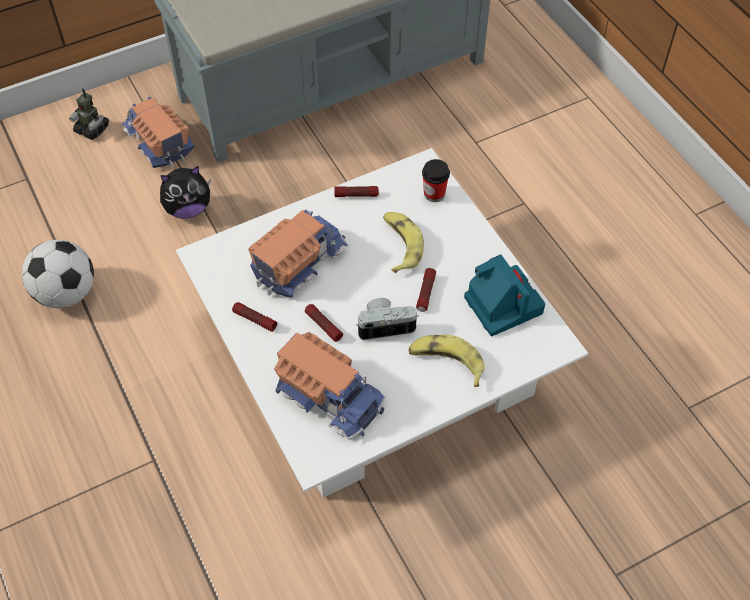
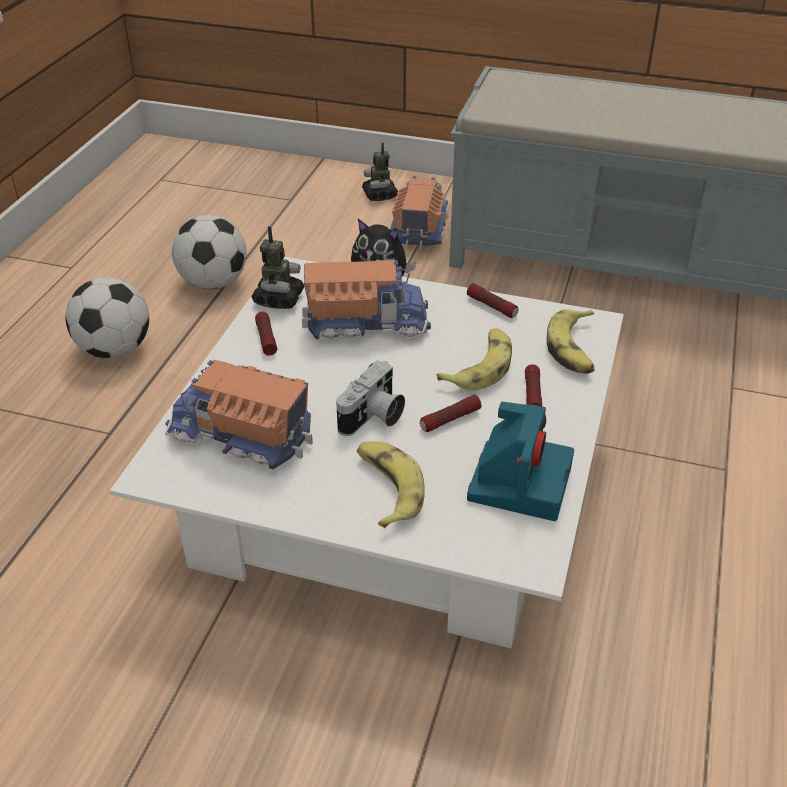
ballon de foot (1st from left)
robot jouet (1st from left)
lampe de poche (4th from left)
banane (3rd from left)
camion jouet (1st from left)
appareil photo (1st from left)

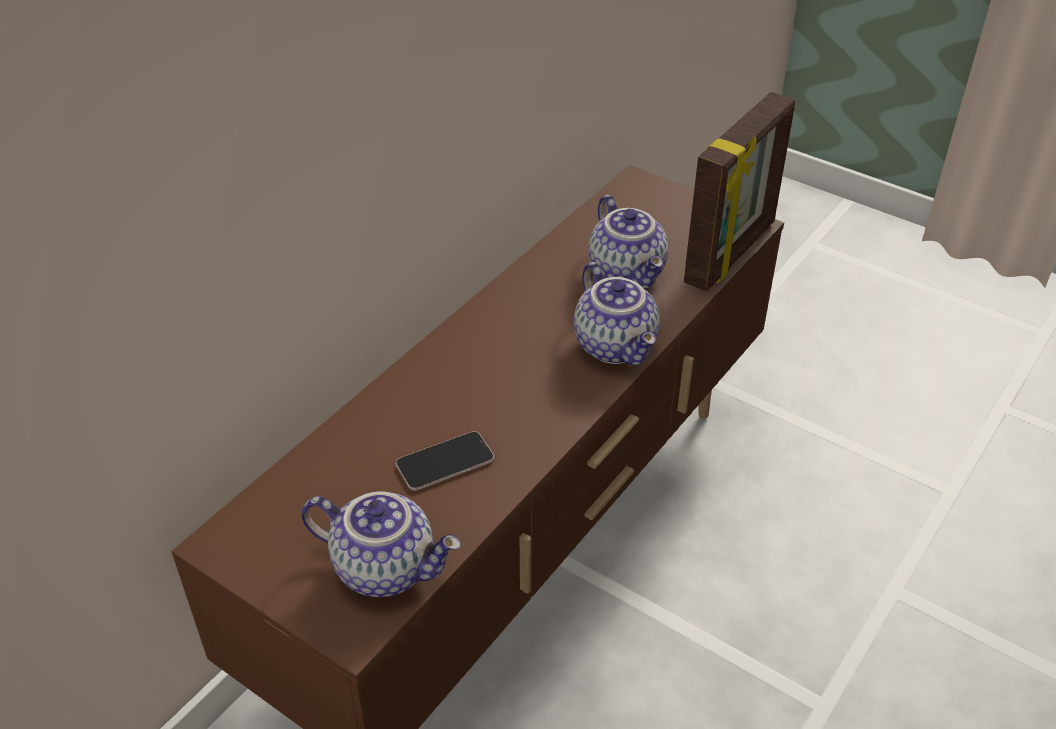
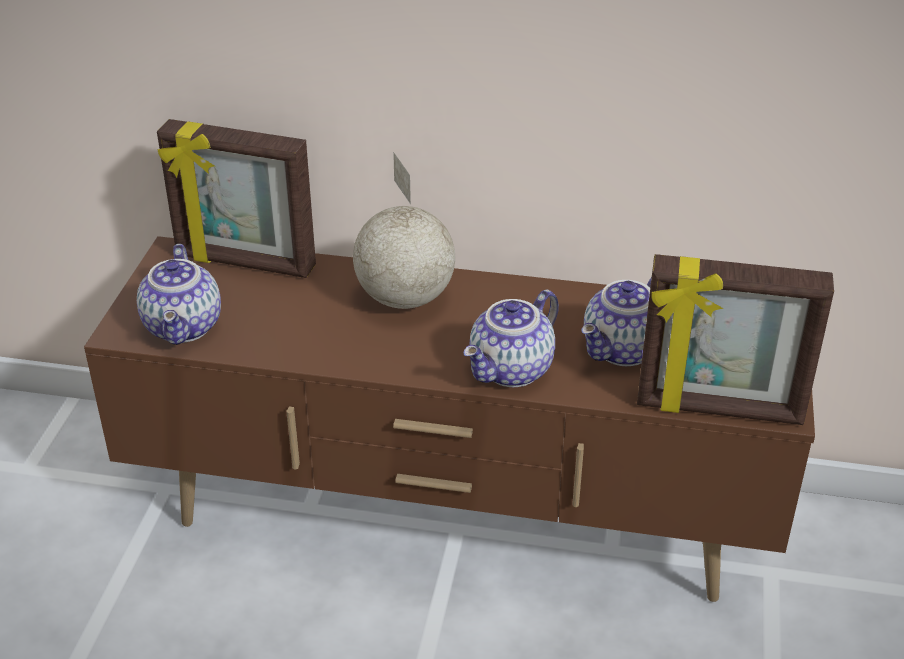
téléphone
cadre photo (1st from left)
globe

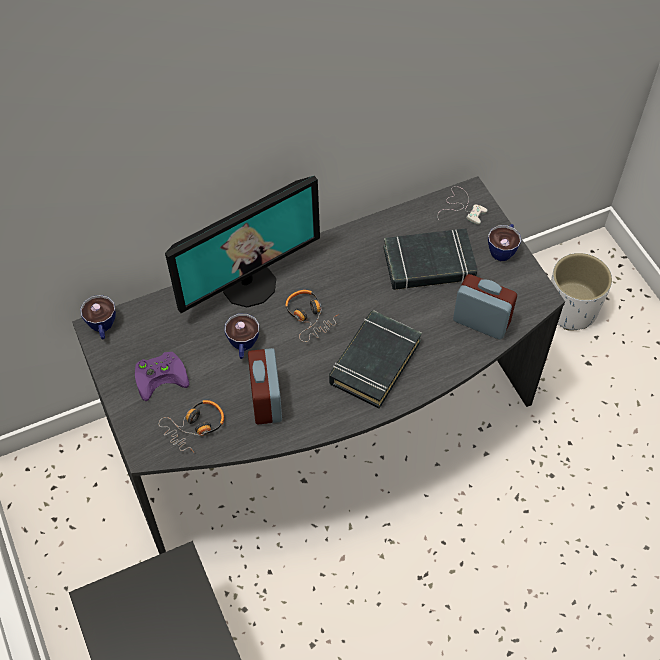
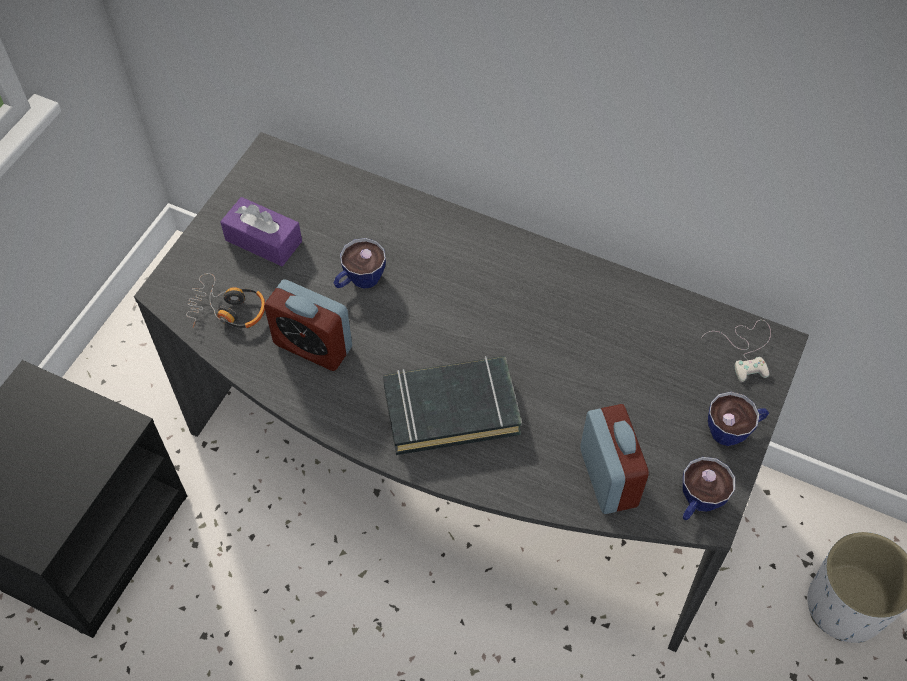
écran d'ordinateur
casque audio (2nd from left in the first image)
livre [noir] (2nd from left in the first image)
tasse (2nd from left)
boîte à mouchoirs [violet]
réveil (1st from left)

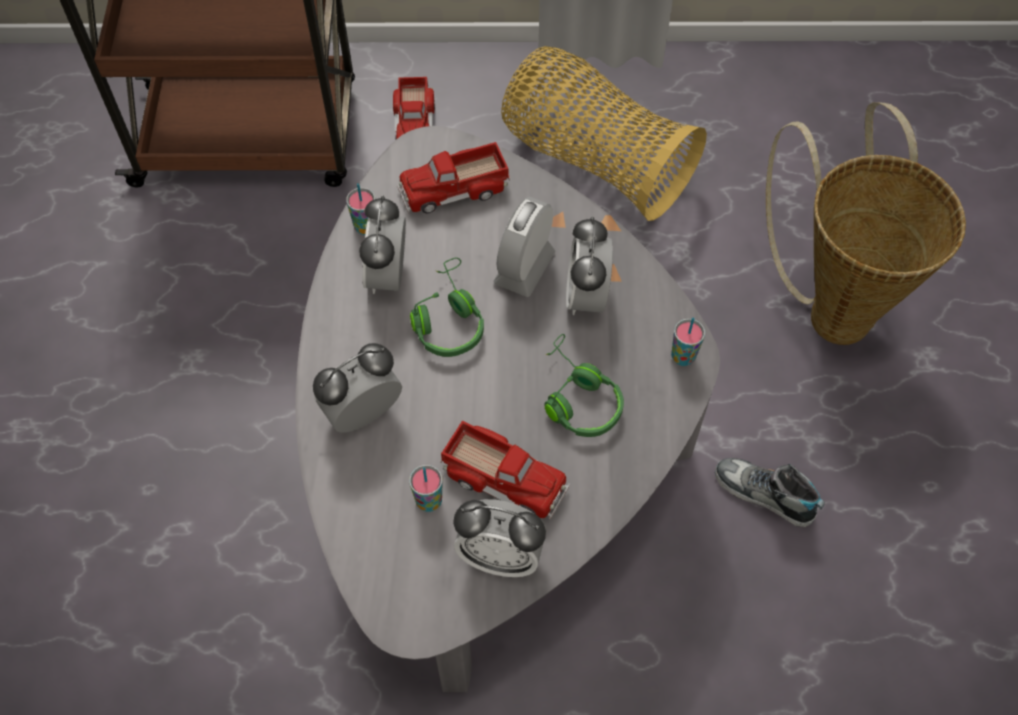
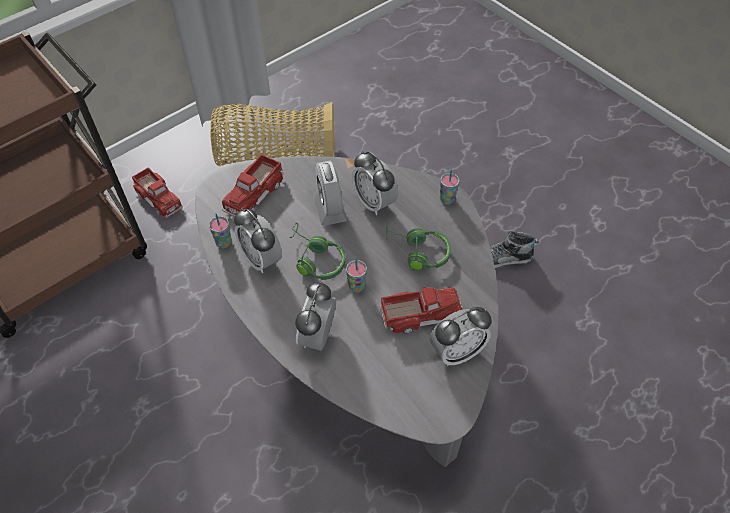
panier (2nd from left in the first image)
tasse (2nd from left)

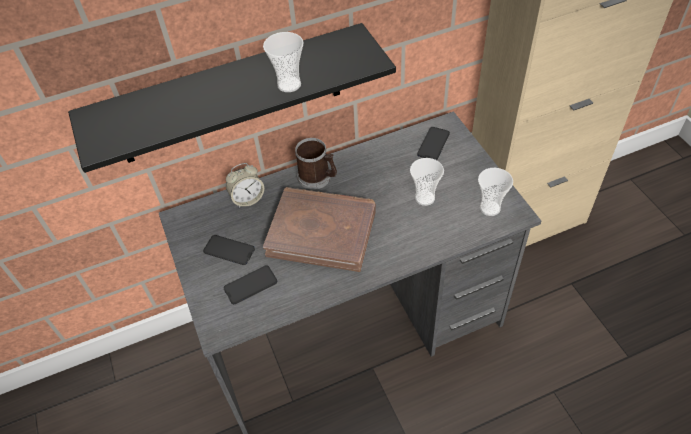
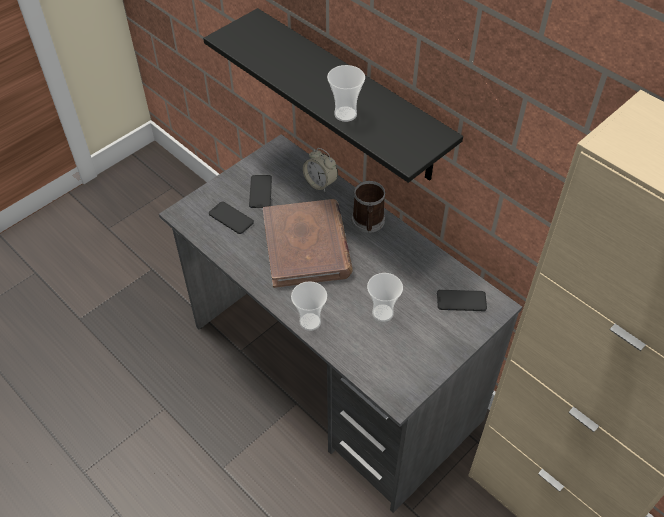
tasse (1st from left)

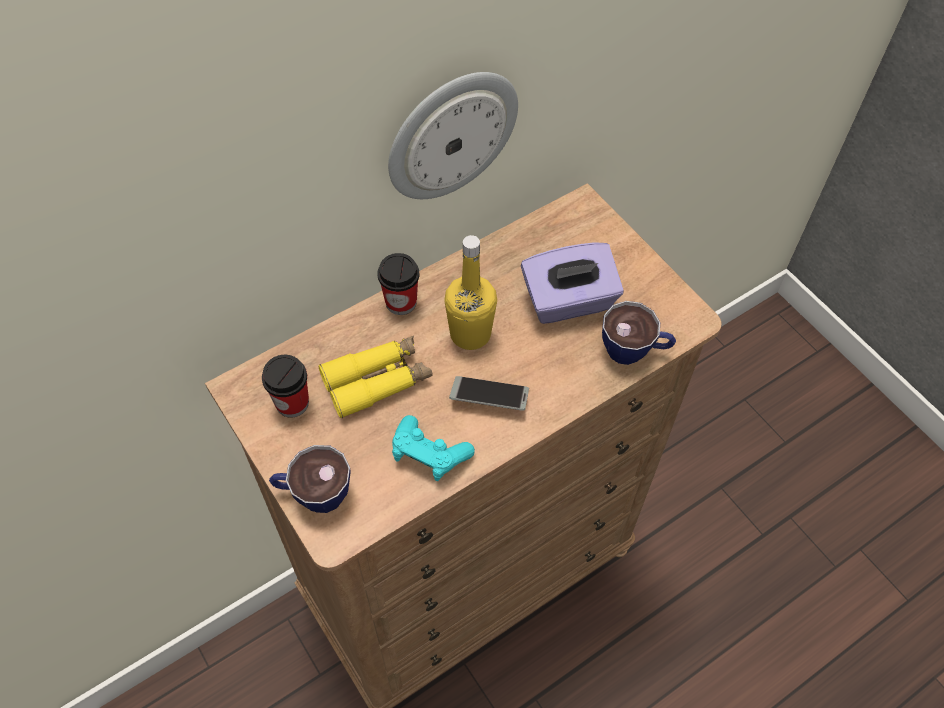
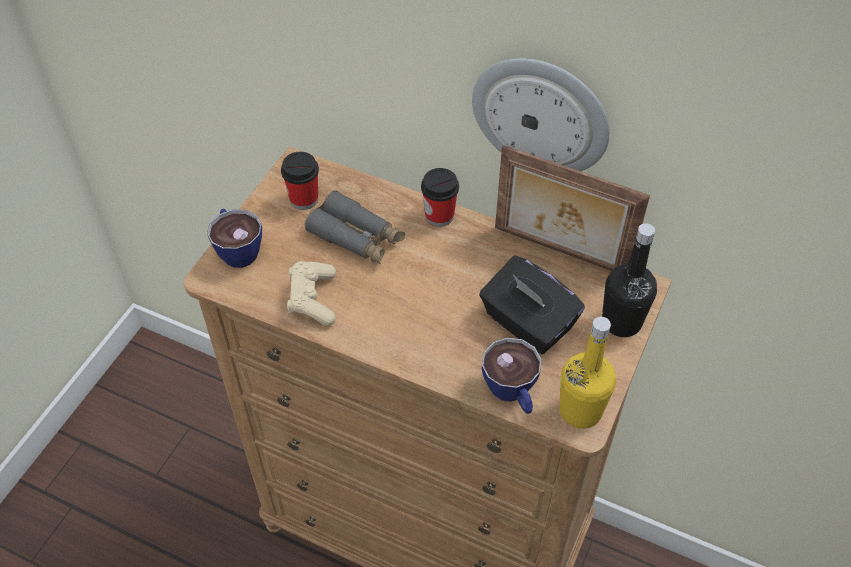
téléphone
cadre photo
bouteille [noir]
bouteille [jaune]
jumelles [gris]
manette [beige]
boîte à mouchoirs [noir]

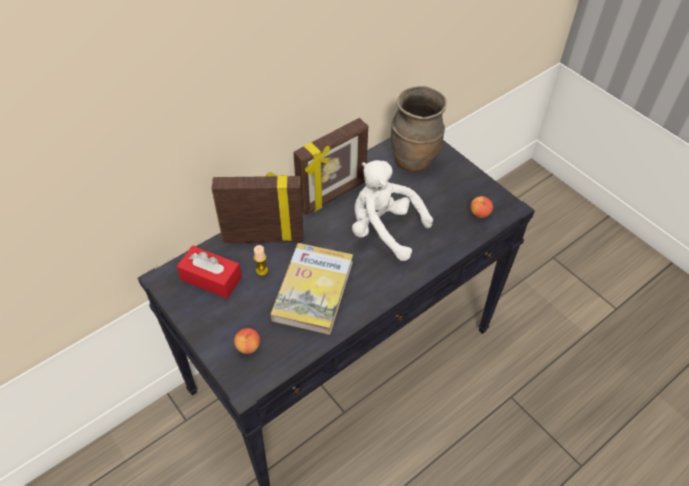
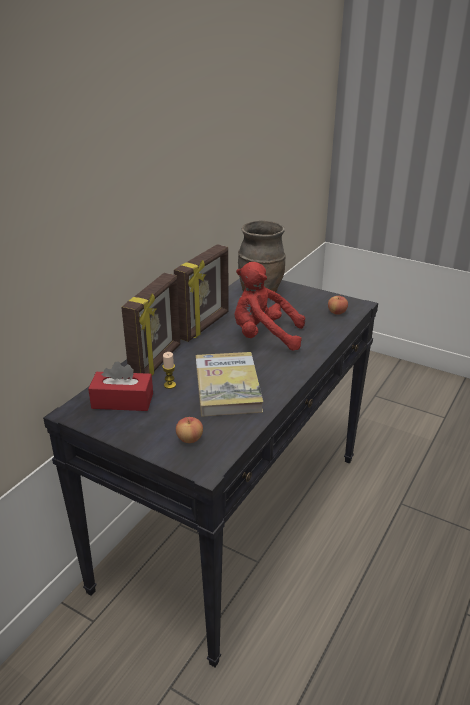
peluche [rouge]
cadre photo (1st from left)

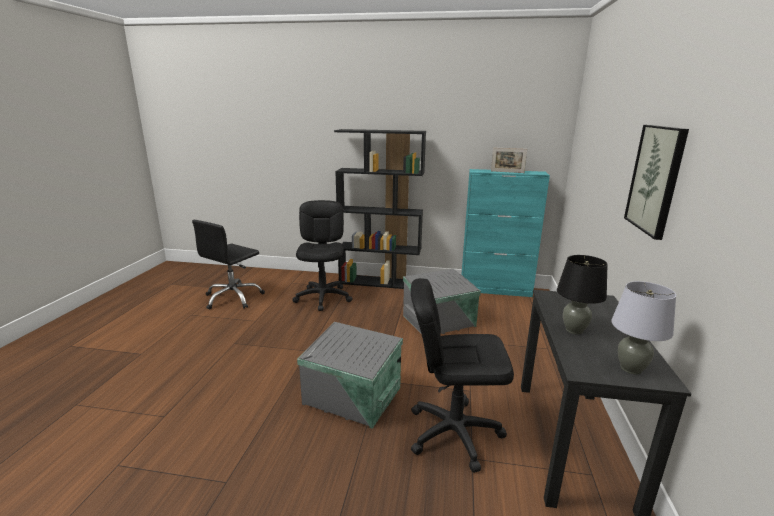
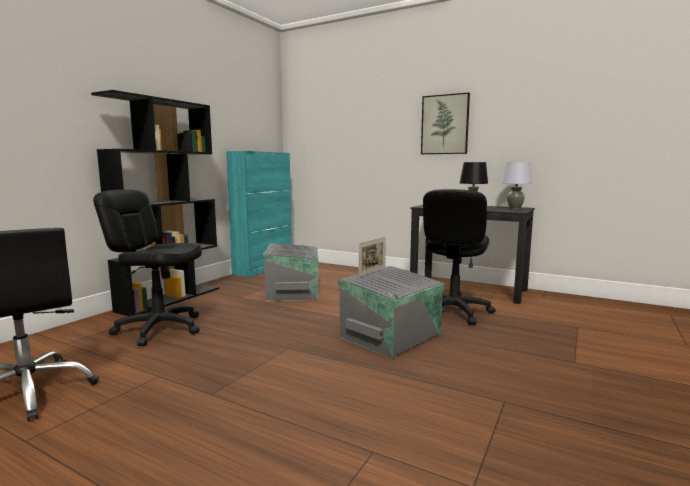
cadre photo

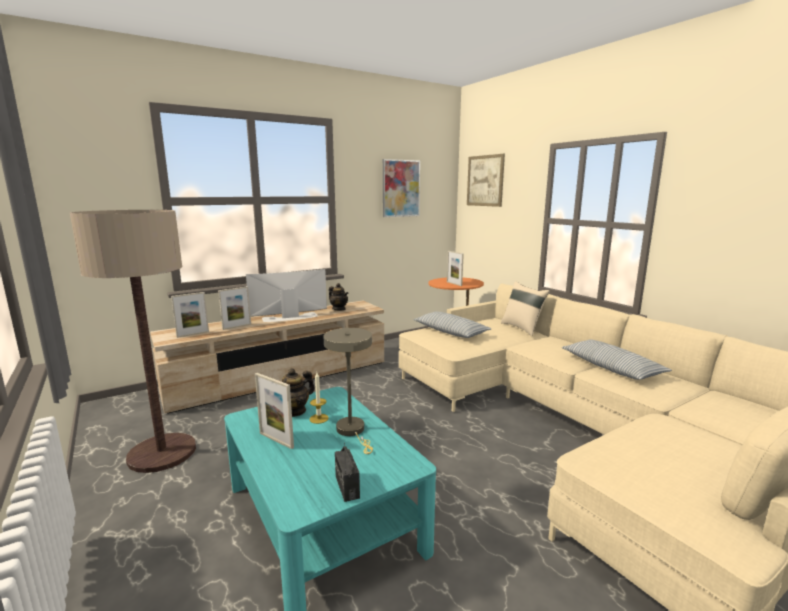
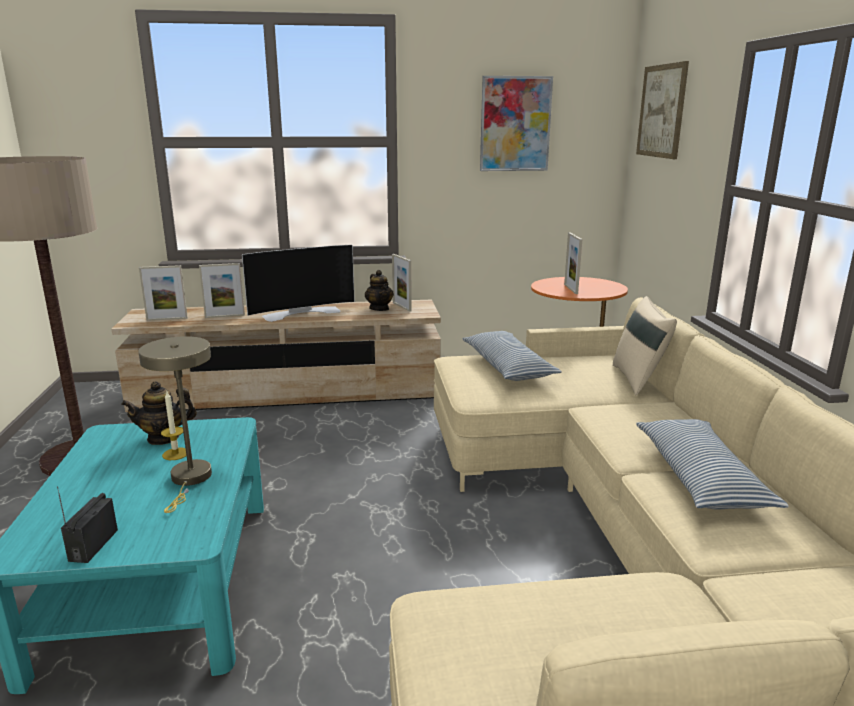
cadre photo (3rd from left)
téléviseur

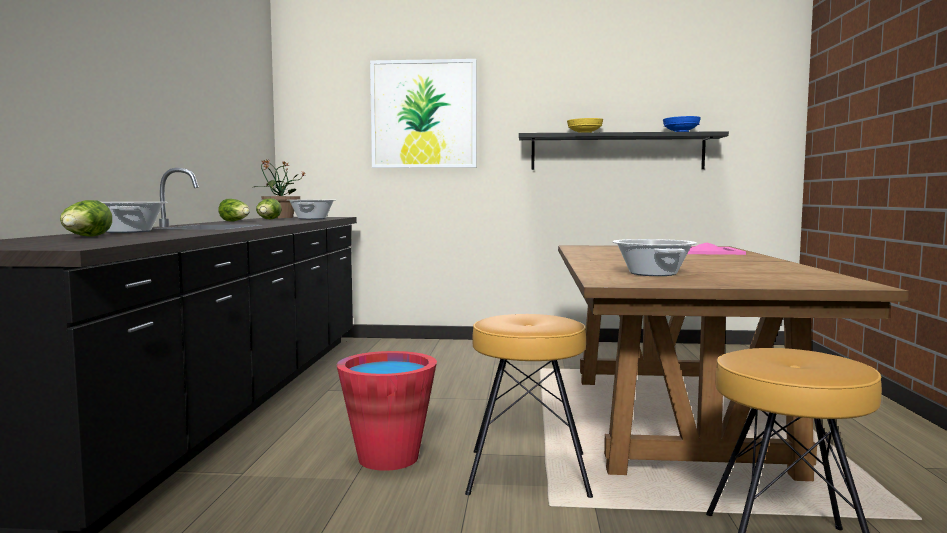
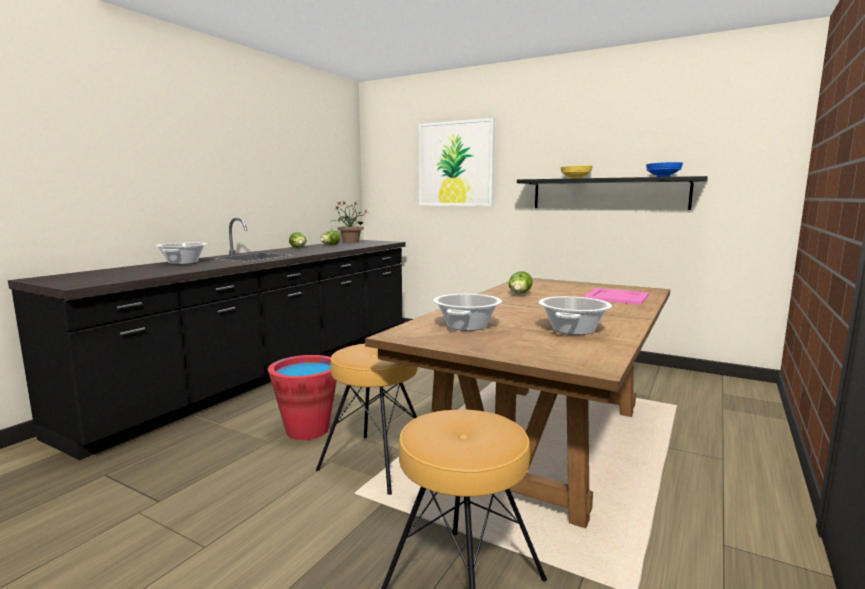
laitue (3rd from left)
marmite (3rd from left)

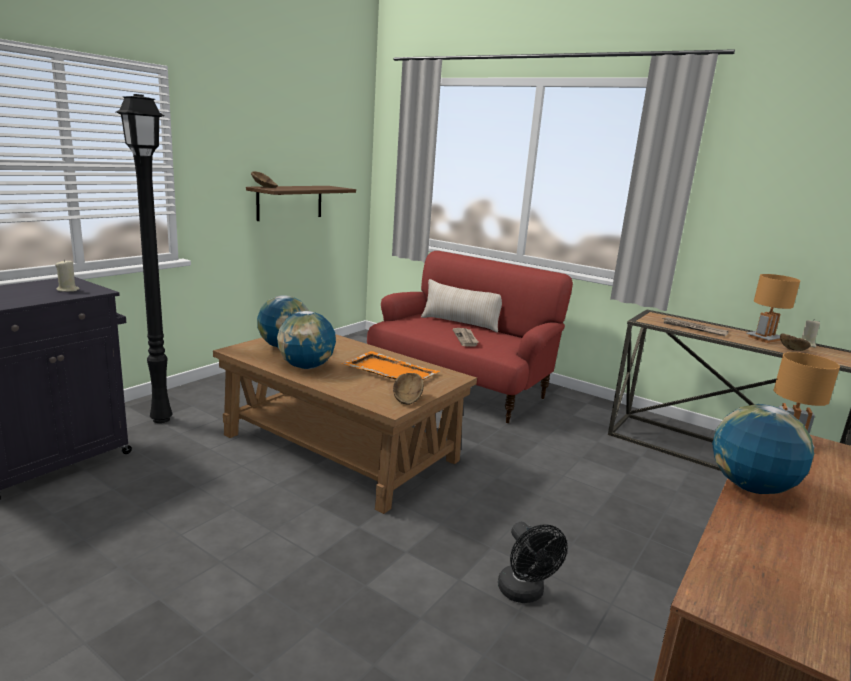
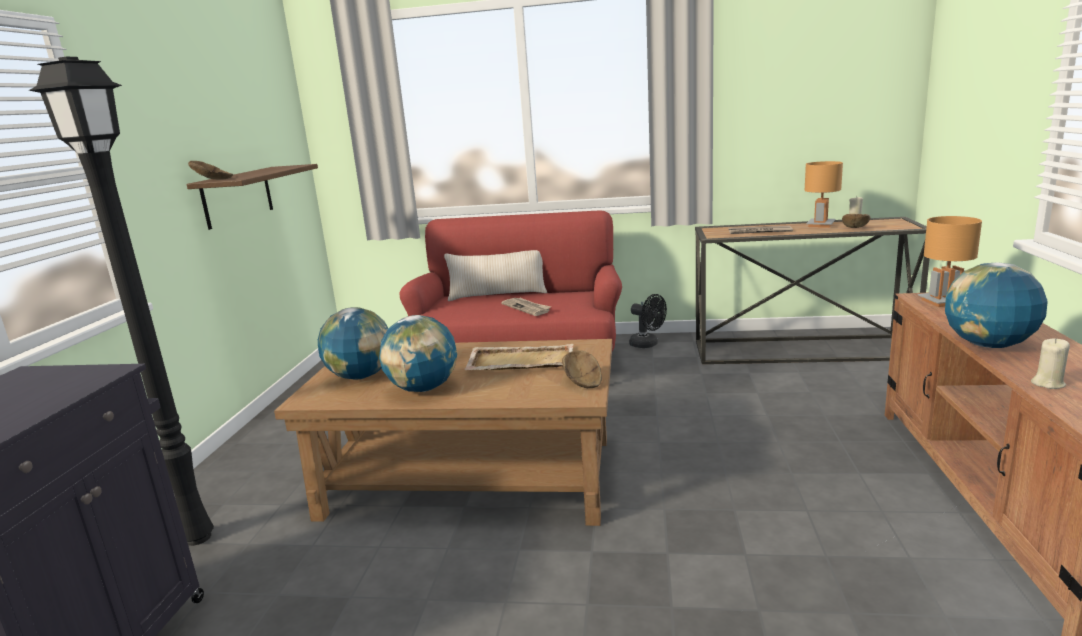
bougie [beige] (2nd from left)
ventilateur [noir]
plateau [beige]

